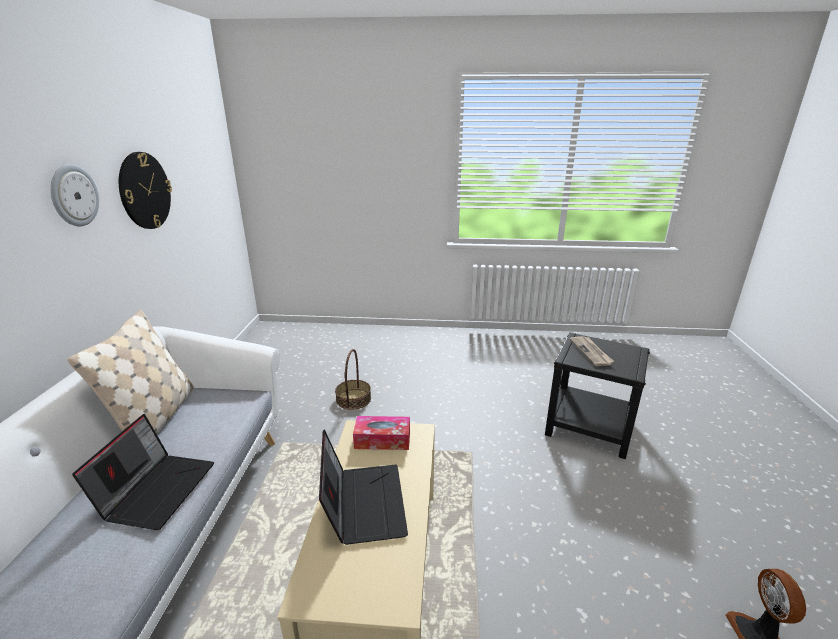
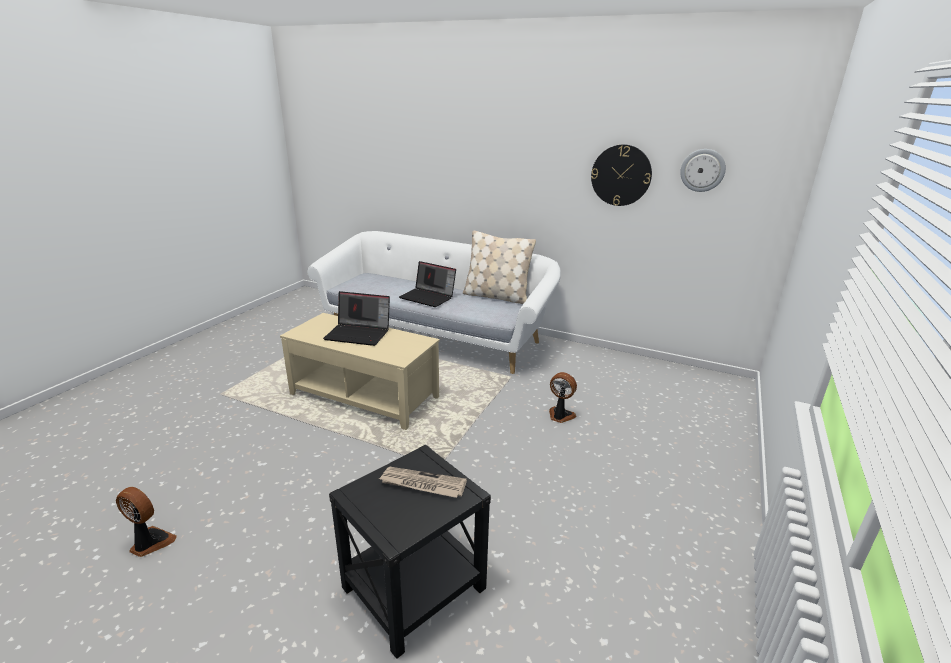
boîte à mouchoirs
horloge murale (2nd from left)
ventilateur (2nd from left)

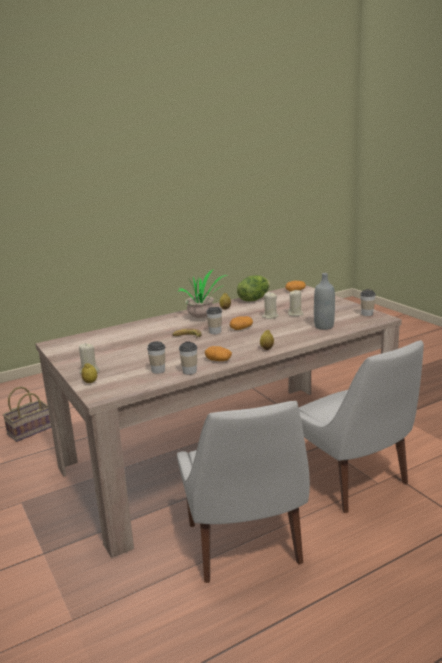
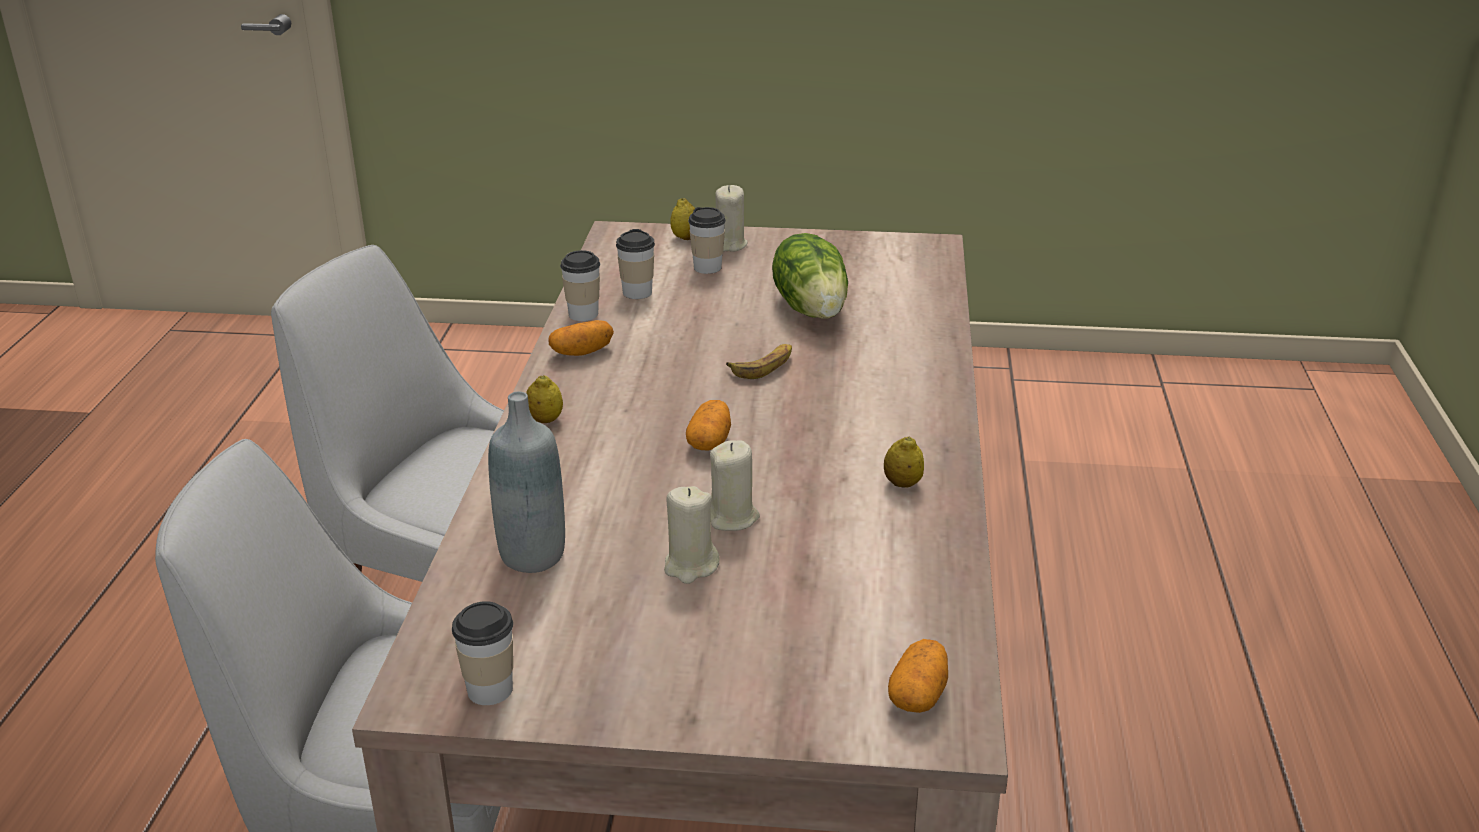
panier
plante en pot
tasse (4th from left)
laitue

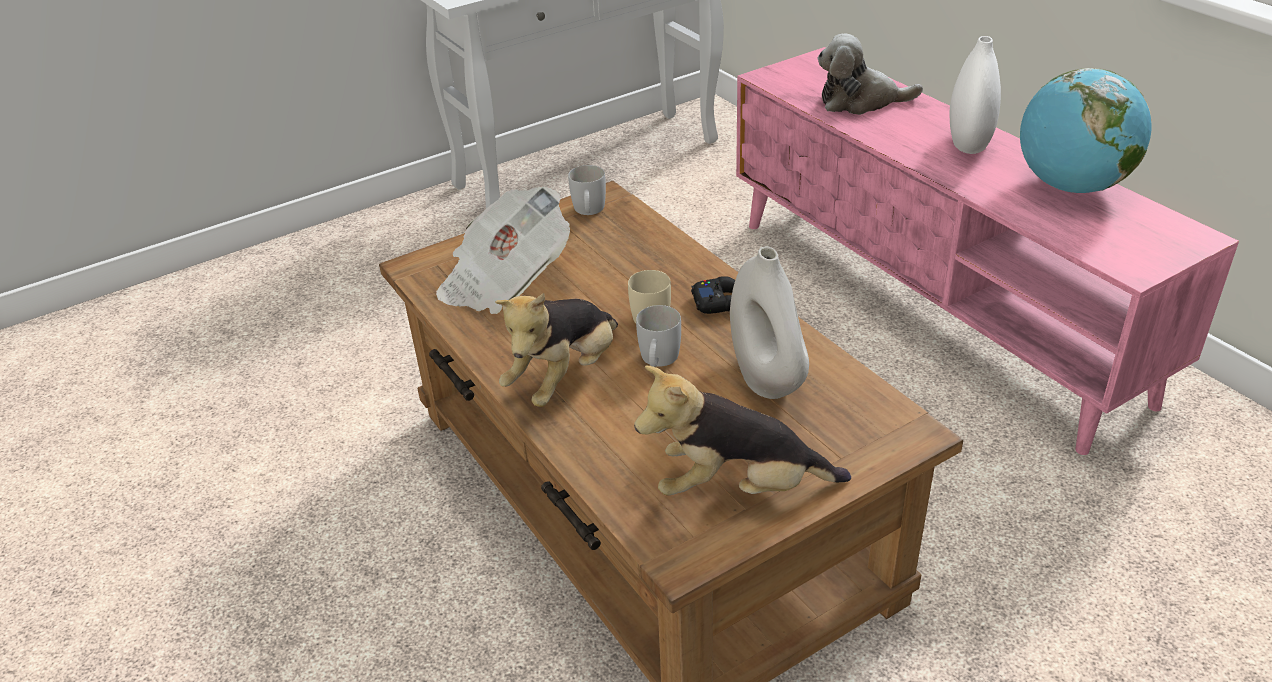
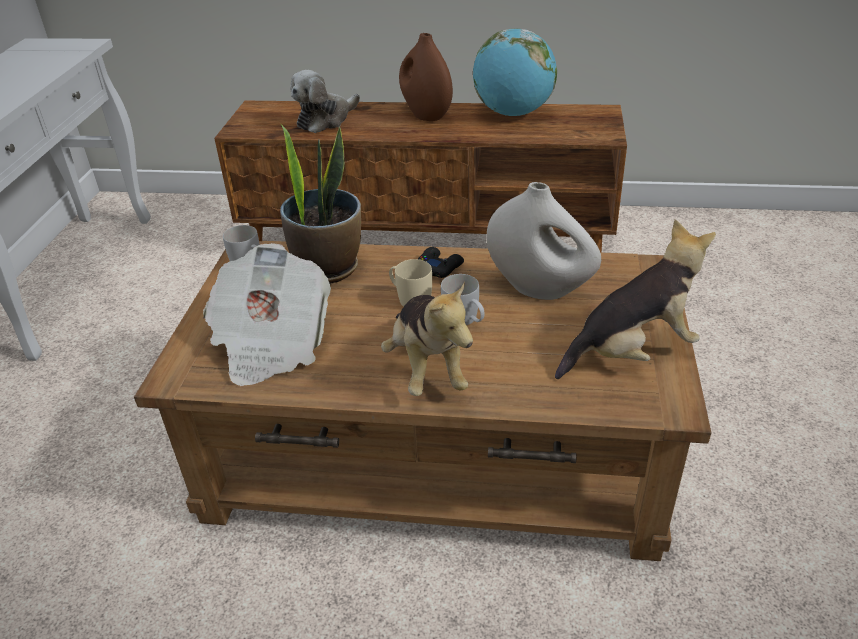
plante en pot
meuble télé [marron]
vase [marron]
peluche (3rd from left)

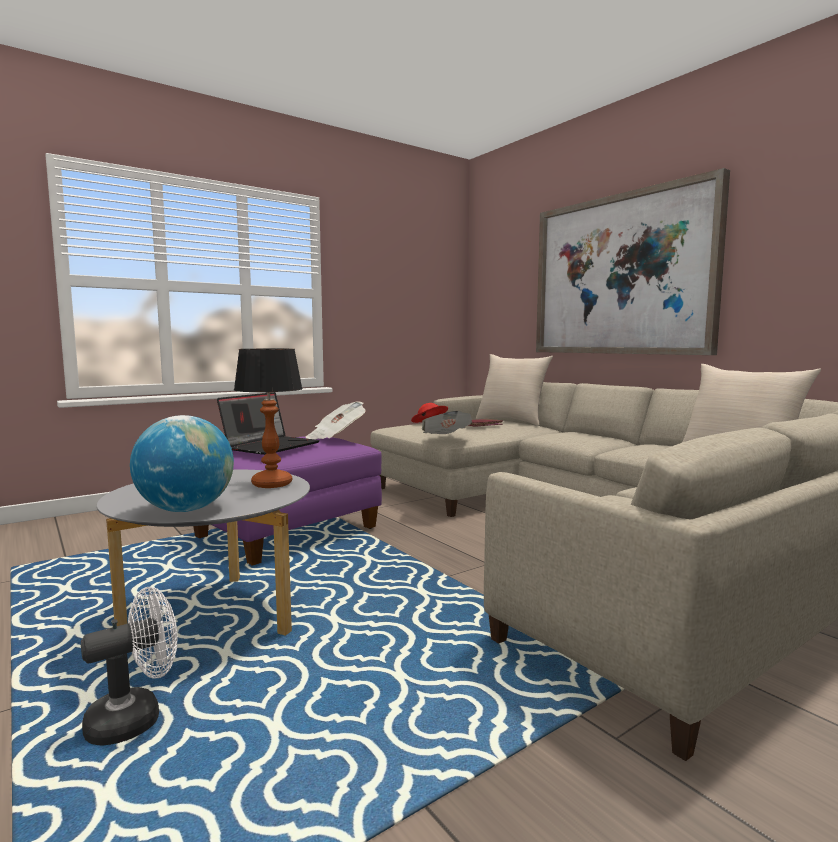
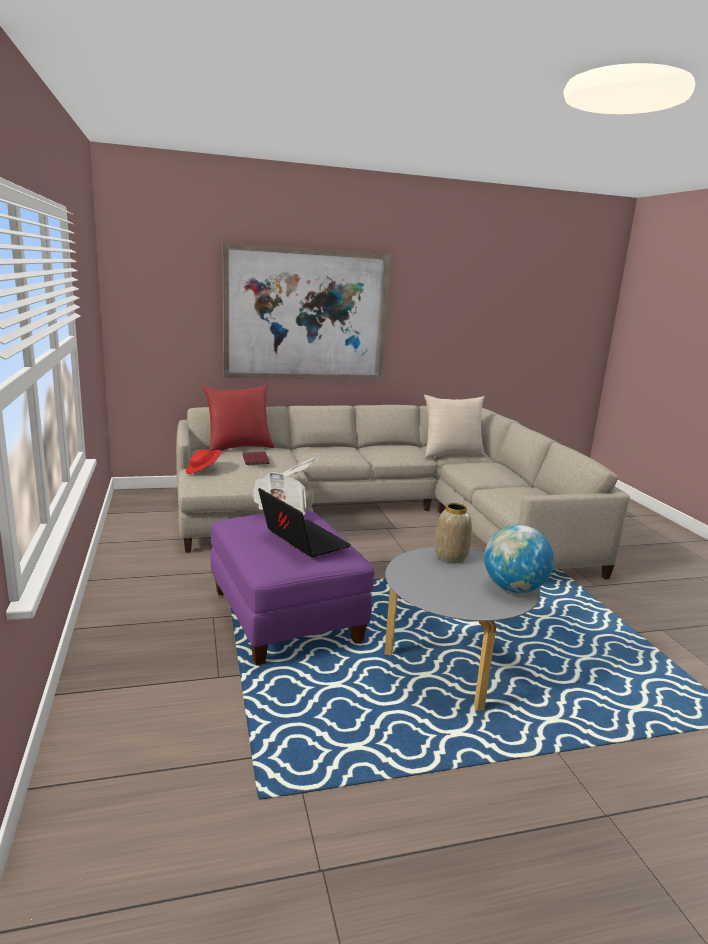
ventilateur [blanc]
vase
coussin [rouge]

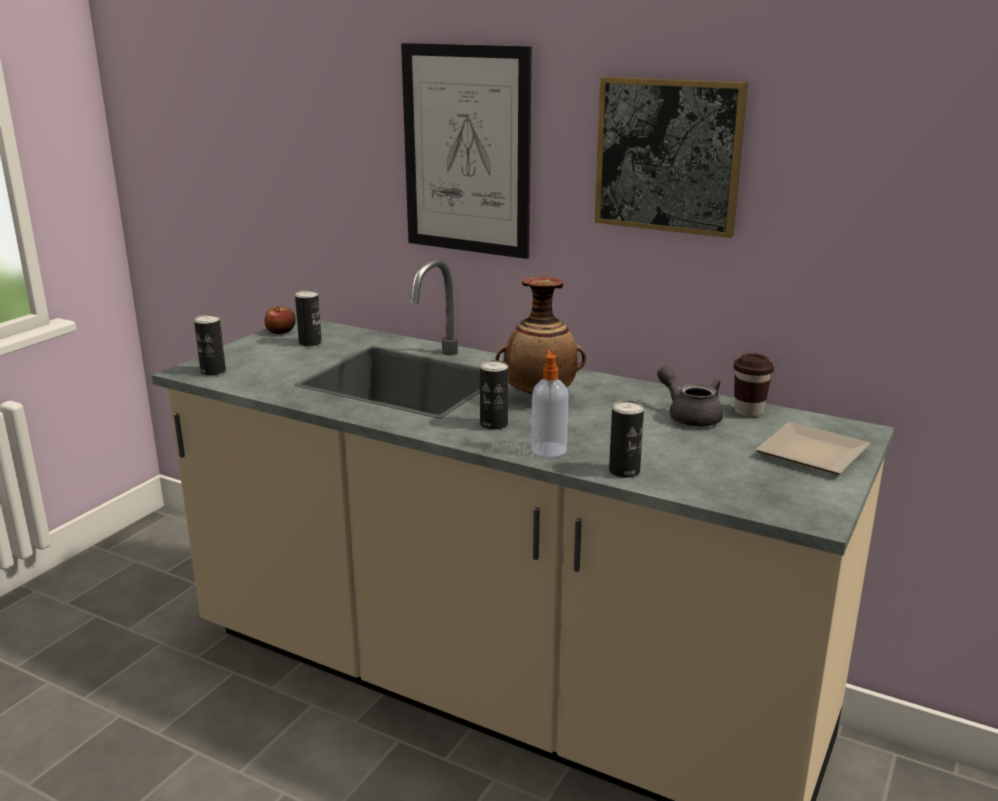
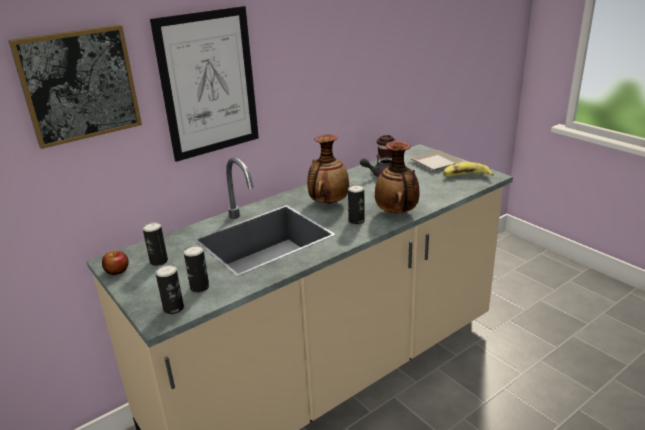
banane
tableau (1st from left)
boîte métallique (3rd from left)
vase (2nd from left)

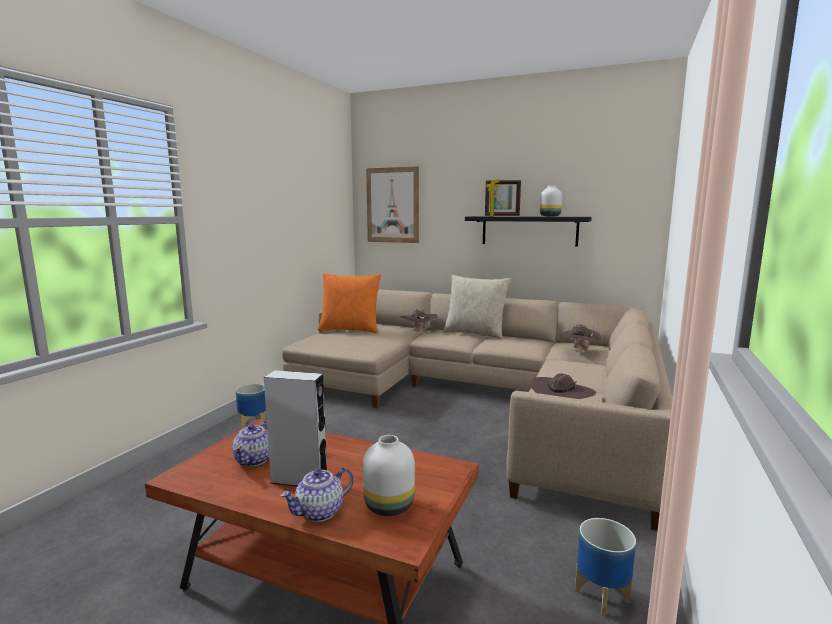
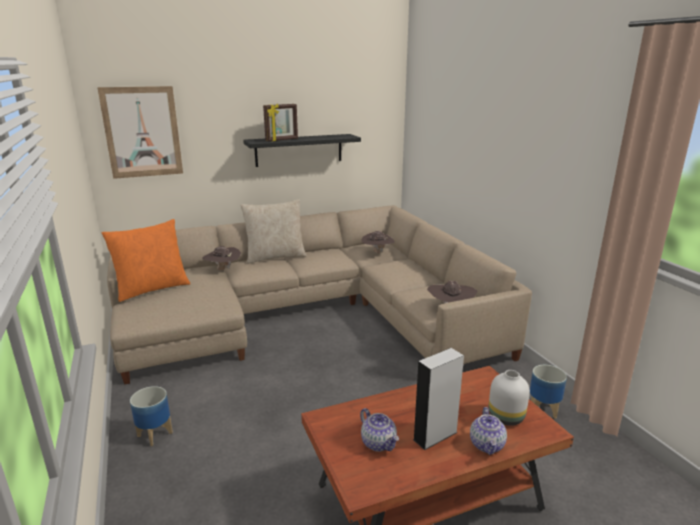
vase [blanc] (2nd from left in the first image)

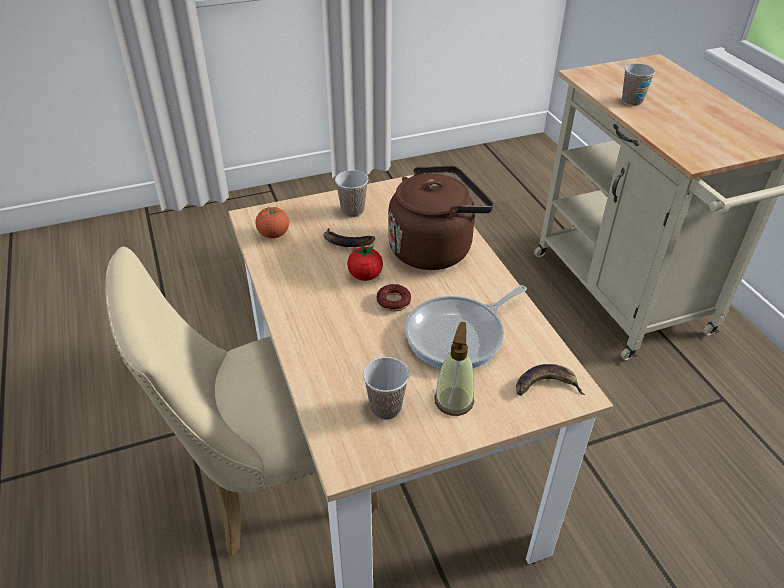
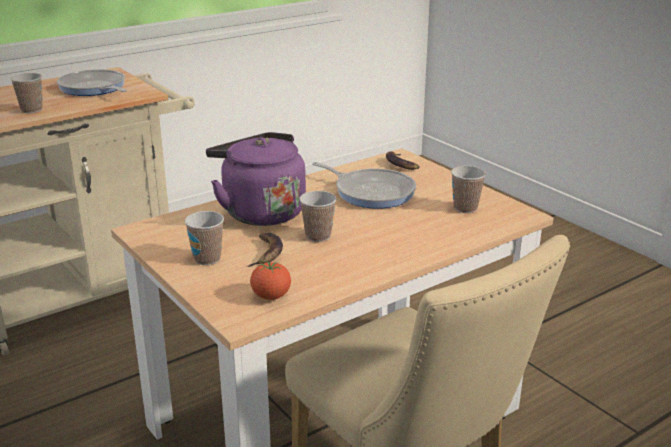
beignet
distributeur de savon
poêle (1st from left)
tasse (3rd from left)
bouilloire [violet]

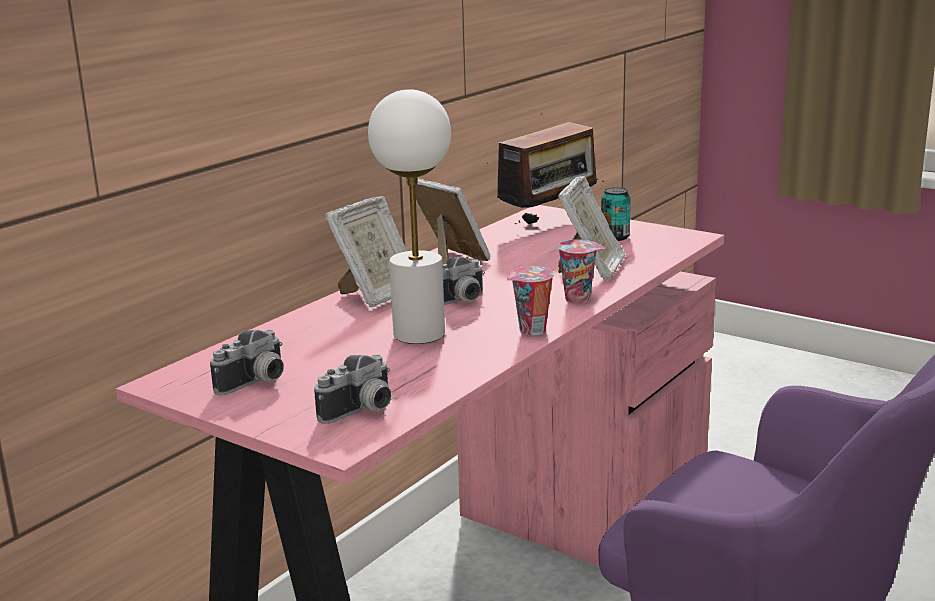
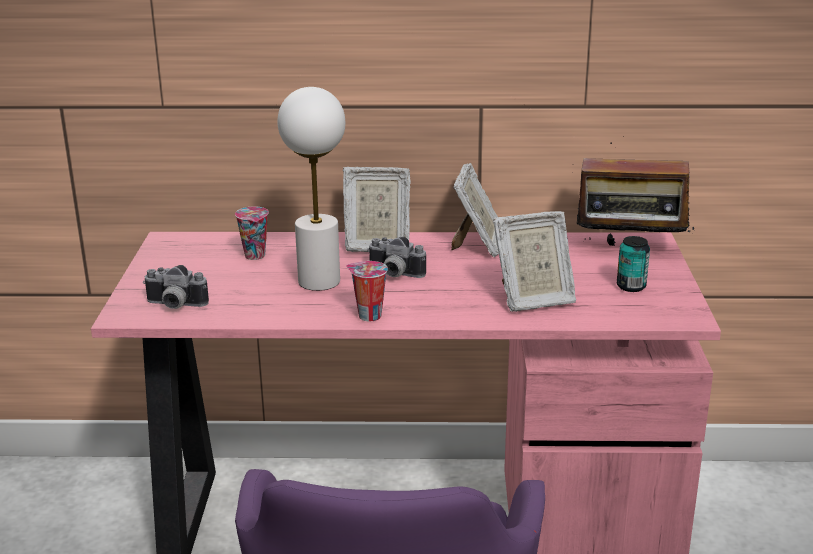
appareil photo (1st from left in the first image)
tasse (1st from left)

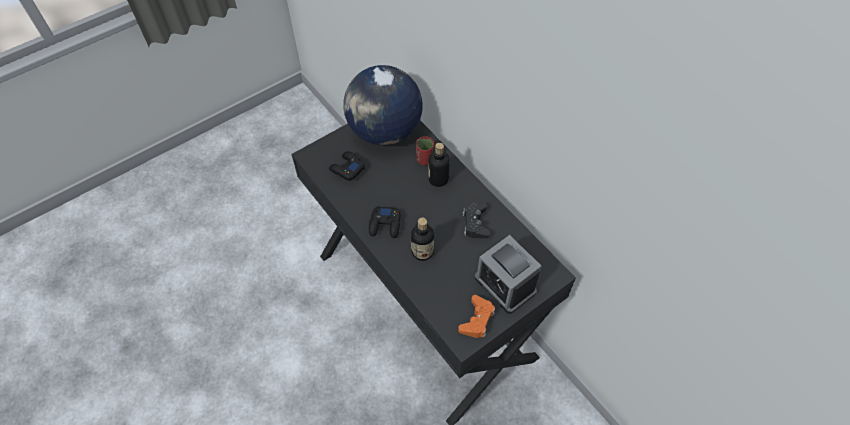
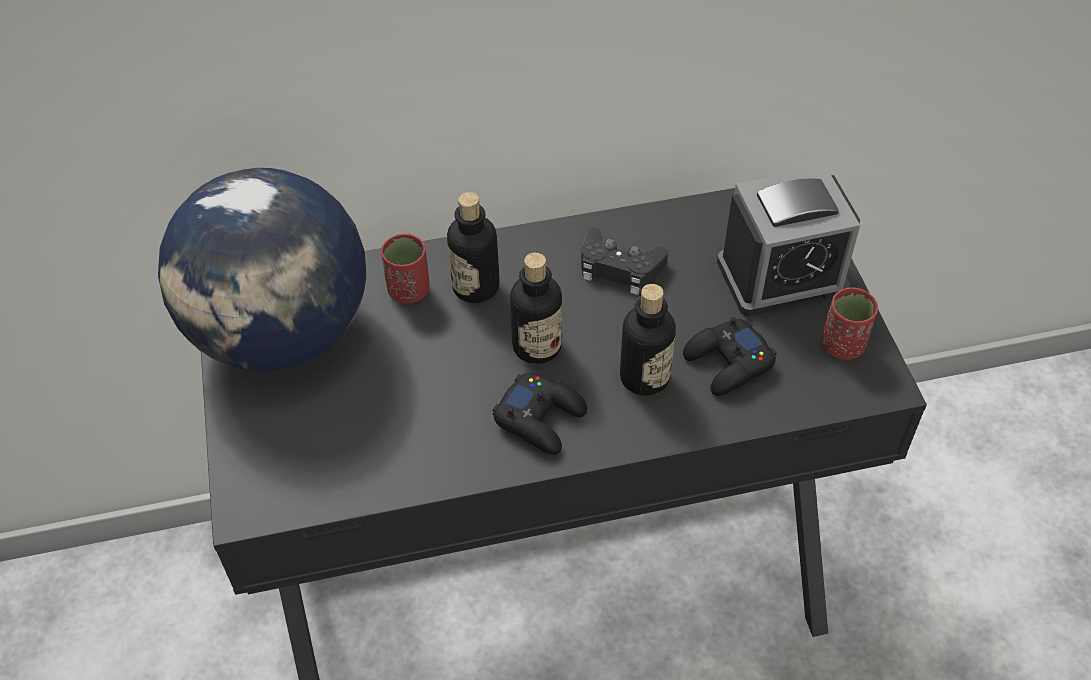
bouteille (2nd from left)
manette [noir] (3rd from left)
tasse [rouge] (2nd from left)

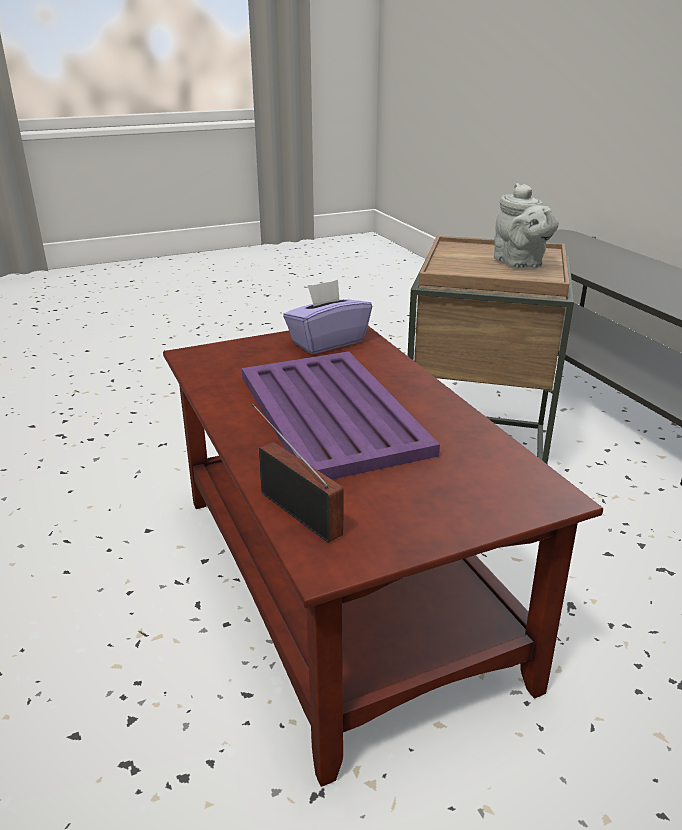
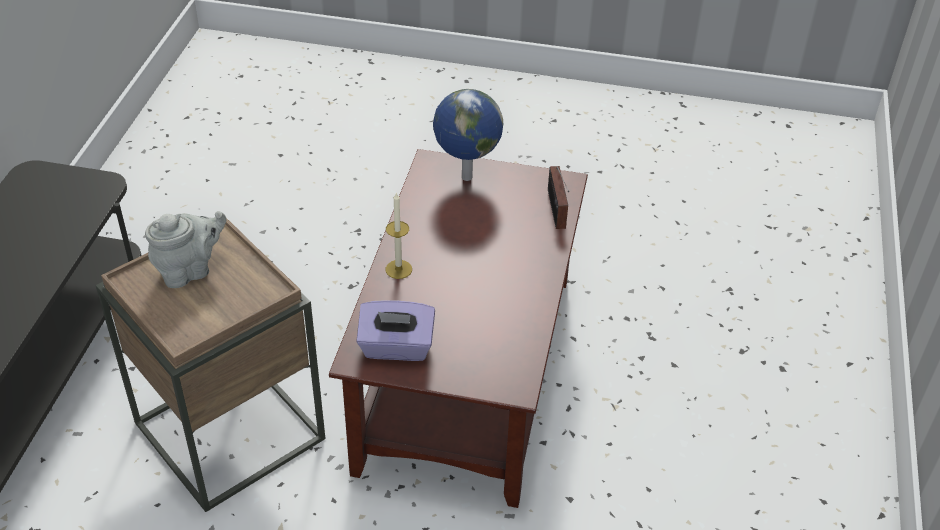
plateau [violet]
bougie
globe
théière [gris]

